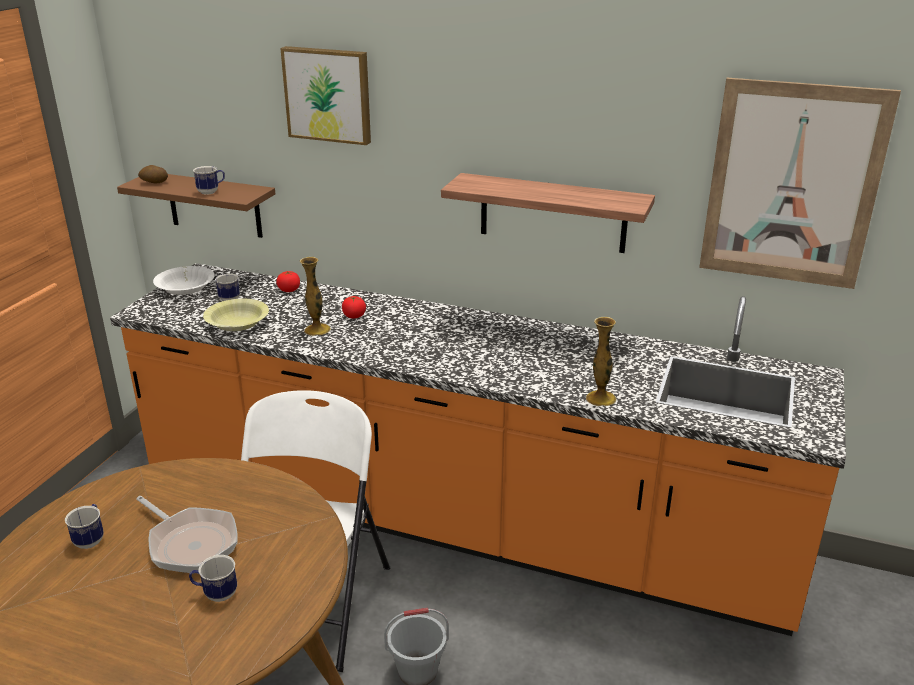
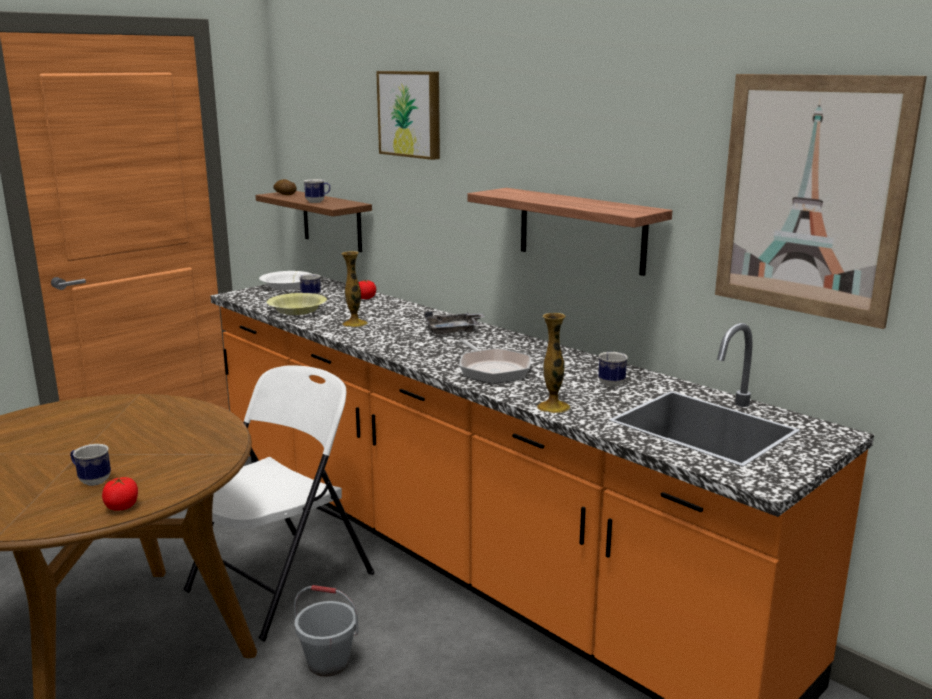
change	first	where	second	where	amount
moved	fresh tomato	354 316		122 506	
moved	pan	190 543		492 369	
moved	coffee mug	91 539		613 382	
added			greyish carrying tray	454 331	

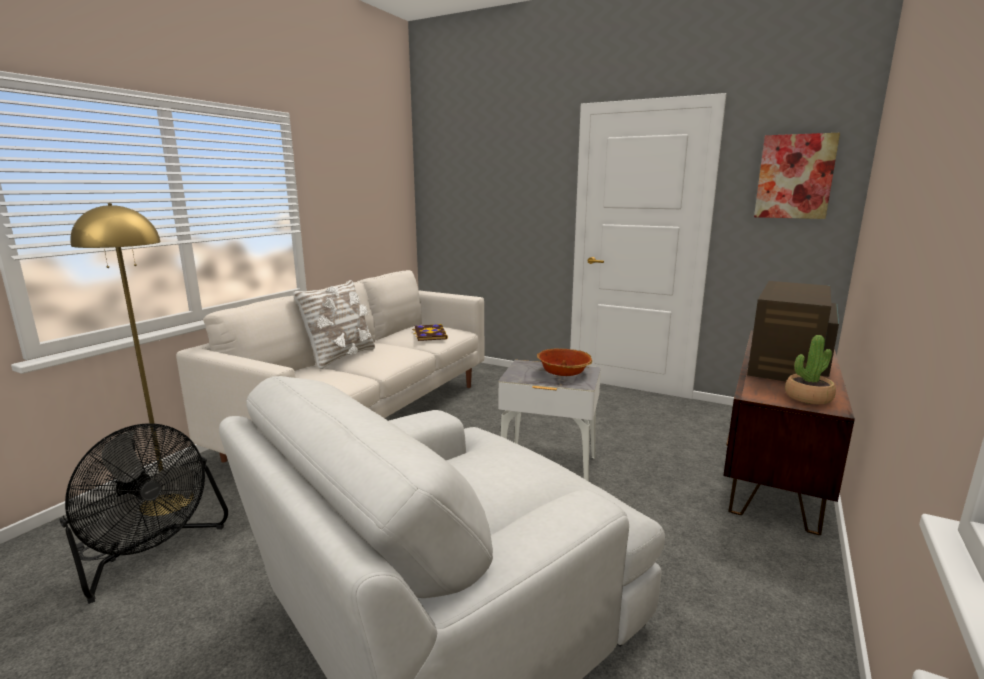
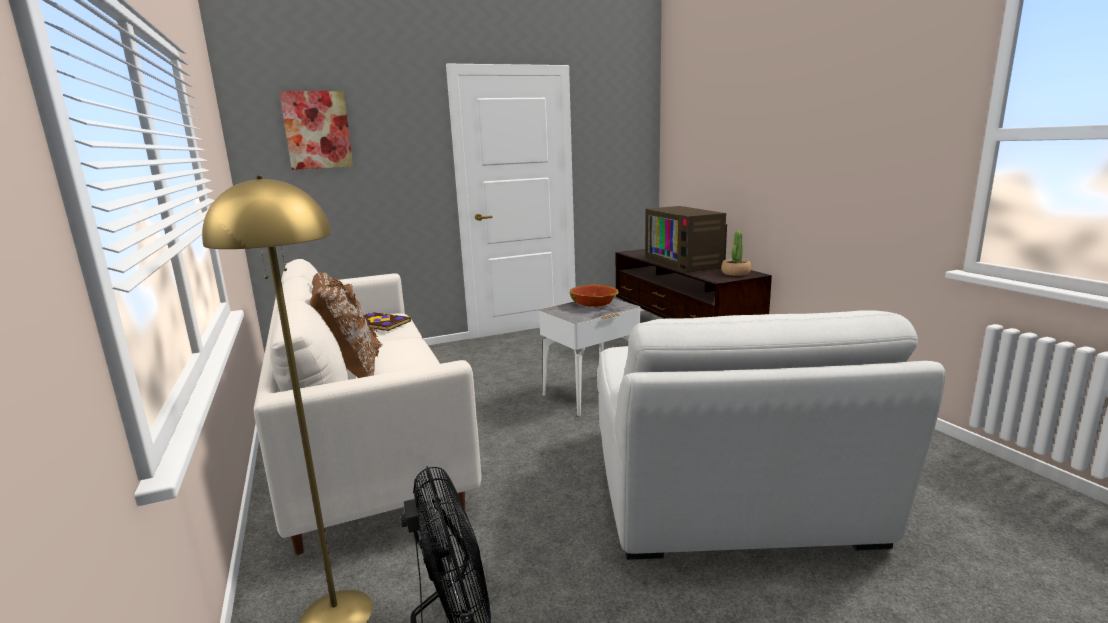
change	first	where	second	where	amount
moved	wall art	794 177		317 130	
recoloured	whitish pillow	341 357	brownish pillow	352 368	

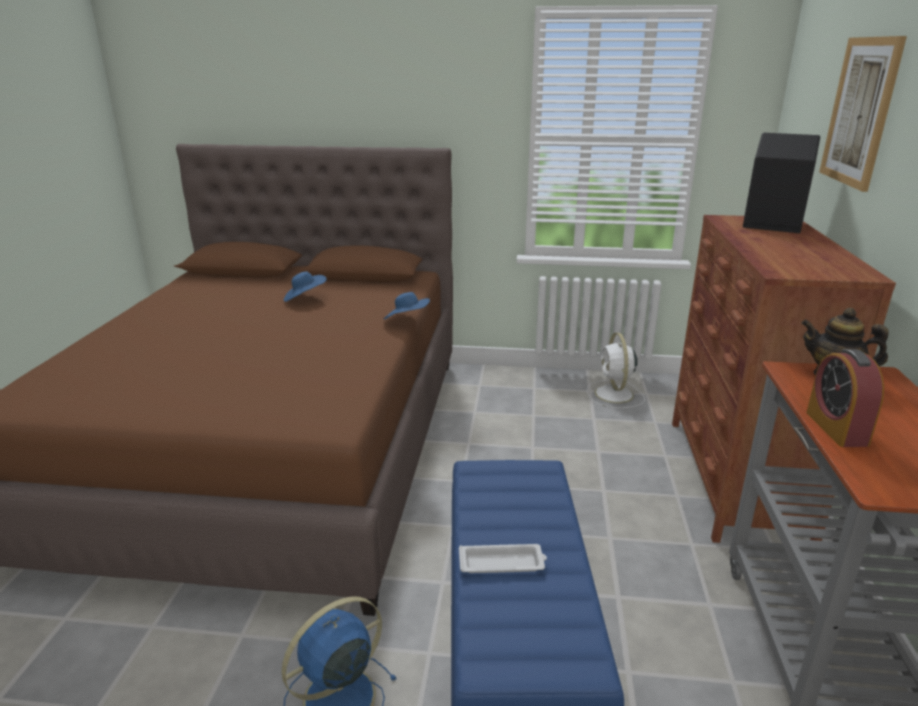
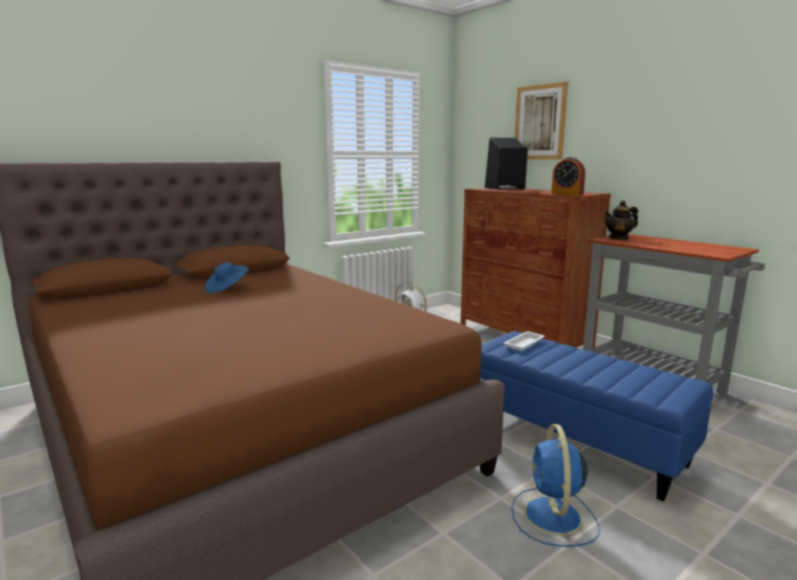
change	first	where	second	where	amount
removed	blue-coloured hat	407 321			
moved	alarm clock	836 428		567 194	
moved	whitish carrying tray	502 563		524 343	

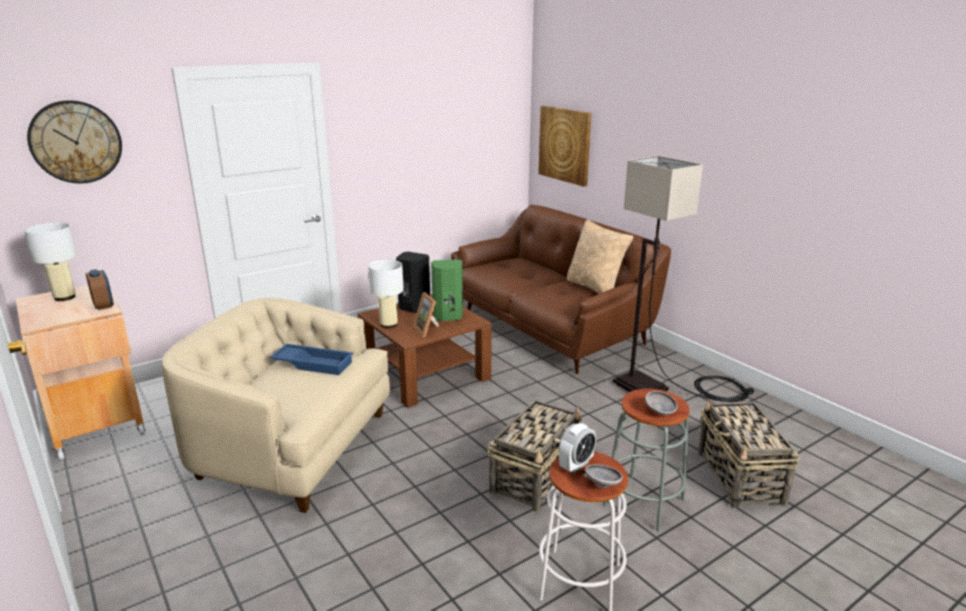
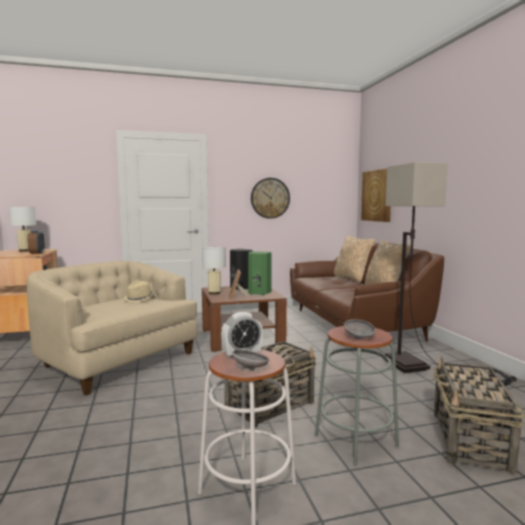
change	first	where	second	where	amount
moved	wall clock	76 142		270 198	
replaced	blue-coloured carrying tray	314 363	sand-coloured hat	139 299	
added			sand-coloured pillow	352 279	

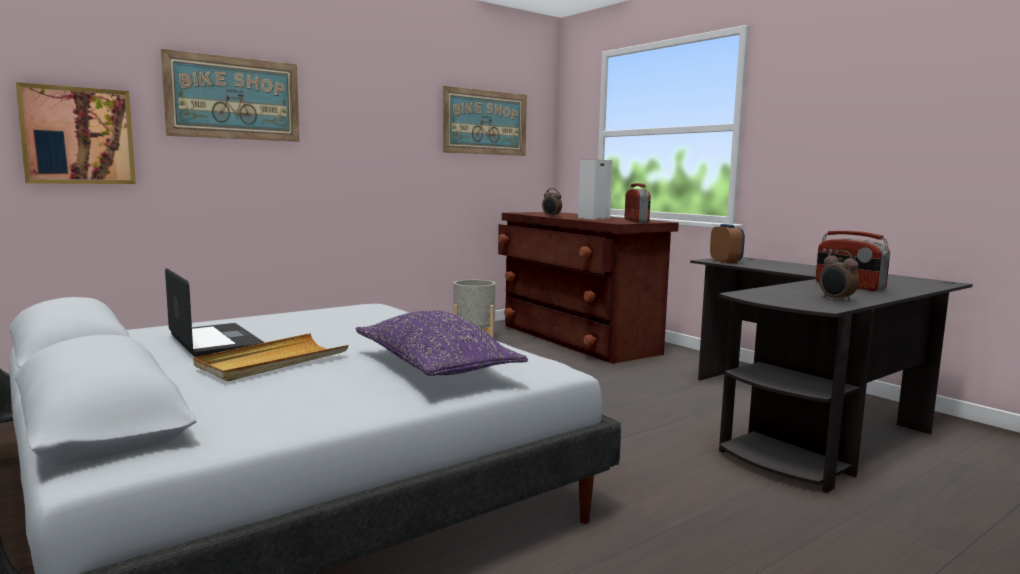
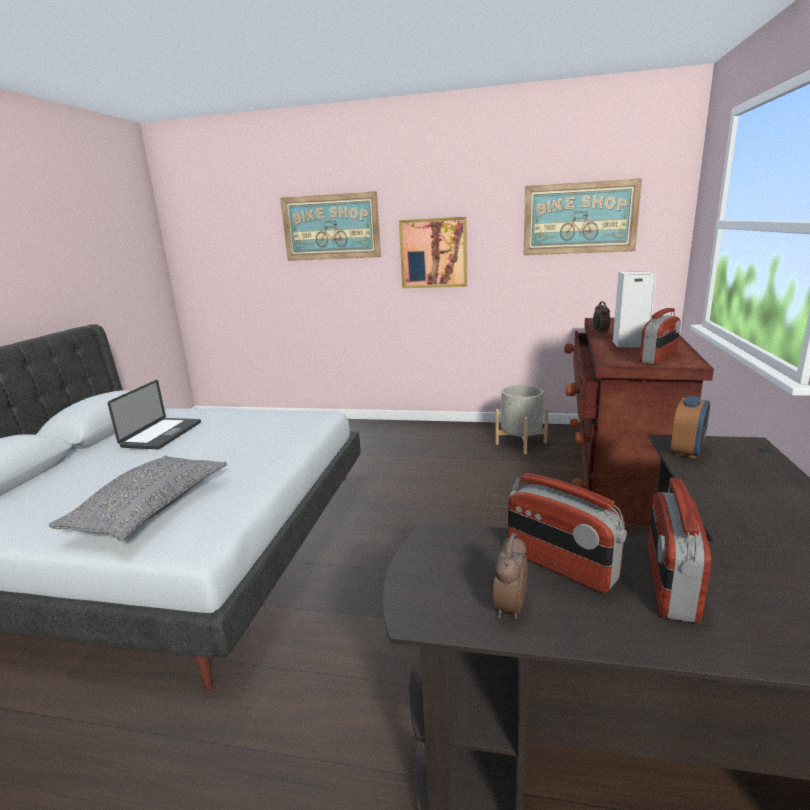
change	first	where	second	where	amount
moved	wall art	78 136		433 253	
recoloured	purplish pillow	435 367	greyish pillow	151 509	
removed	sand-coloured carrying tray	272 362			
added			radio receiver	560 565	

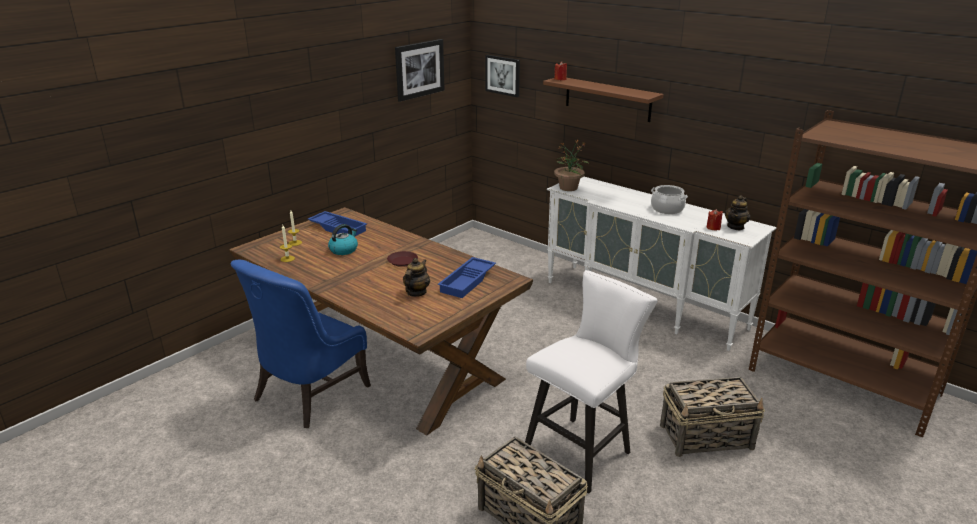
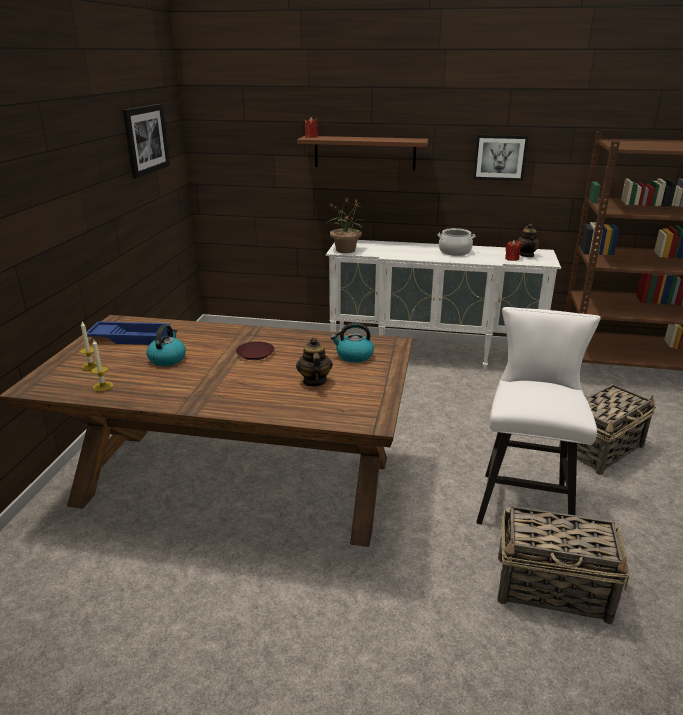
change	first	where	second	where	amount
moved	wall art	503 75		500 157	
replaced	blue-coloured carrying tray	468 281	tea kettle	354 356	
removed	blue-coloured plain chair	310 393			

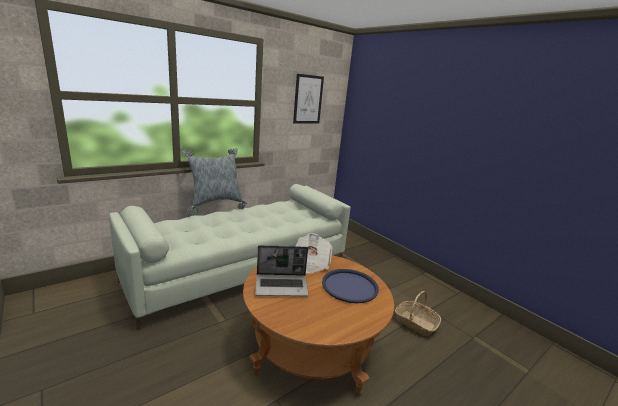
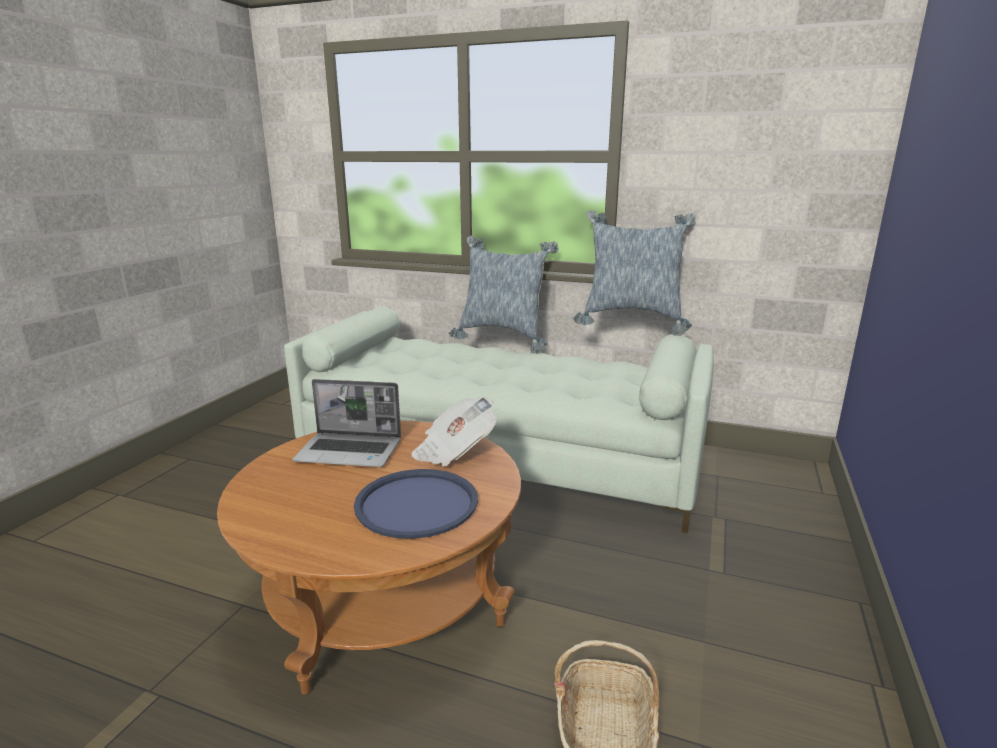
change	first	where	second	where	amount
removed	wall art	308 99			
turned	notebook computer	282 286		350 451	45 degrees counterclockwise
added			pillow	630 327	

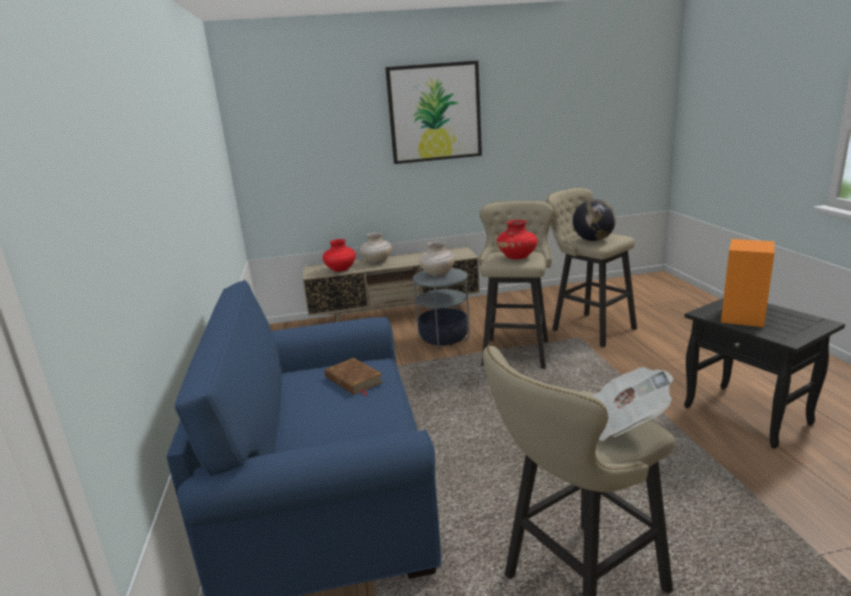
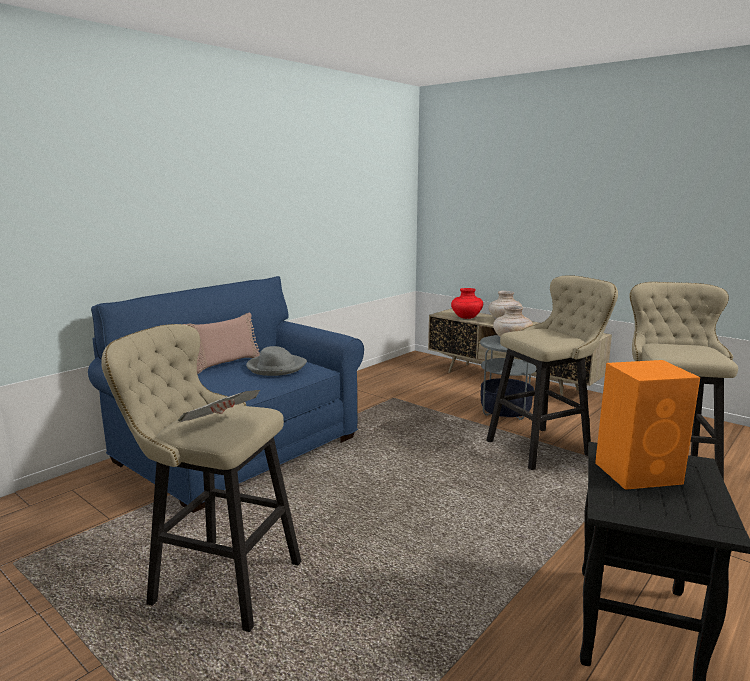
change	first	where	second	where	amount
removed	wall art	434 113			
removed	world globe	593 240			
removed	red flower vase	517 257			
replaced	brownish volume	353 380	greyish hat	276 367	
added			sand-coloured pillow	225 364	

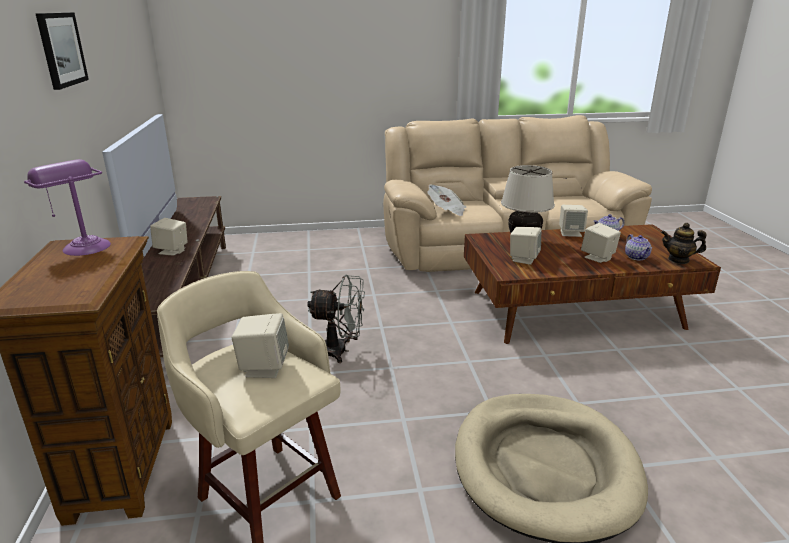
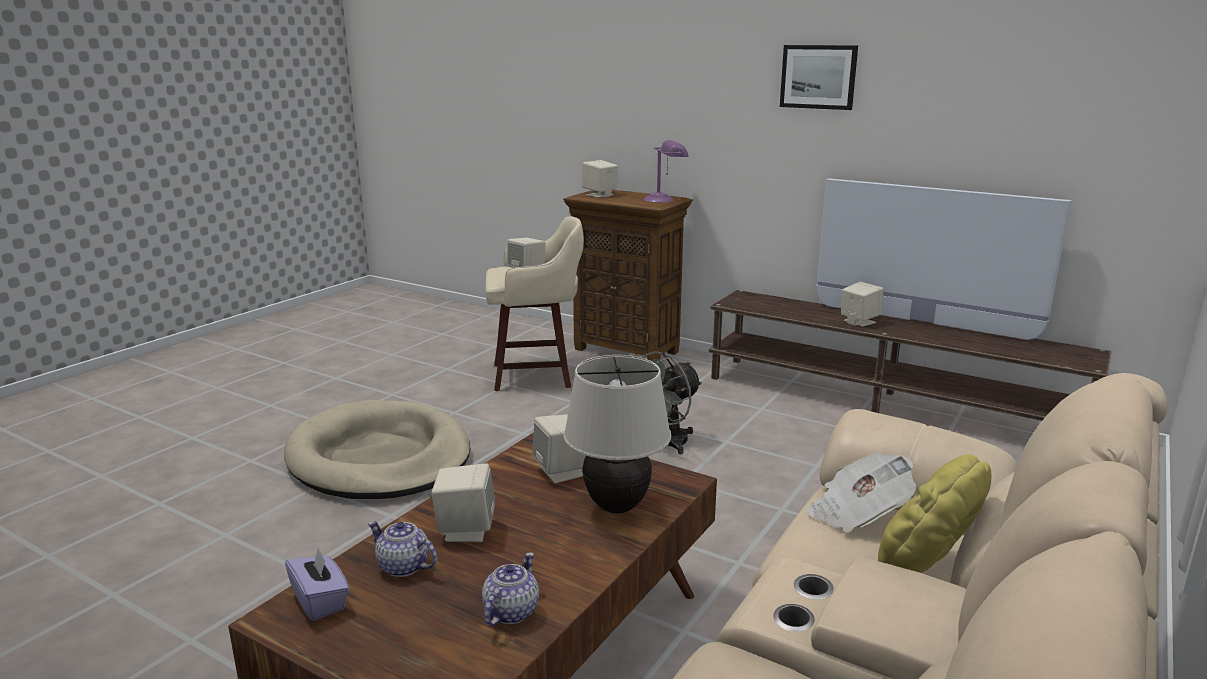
change	first	where	second	where	amount
moved	sand-coloured audio speaker	570 233		600 195	
replaced	teapot	678 260	purplish tissue holder	320 601	
added			yellow-coloured pillow	926 574	

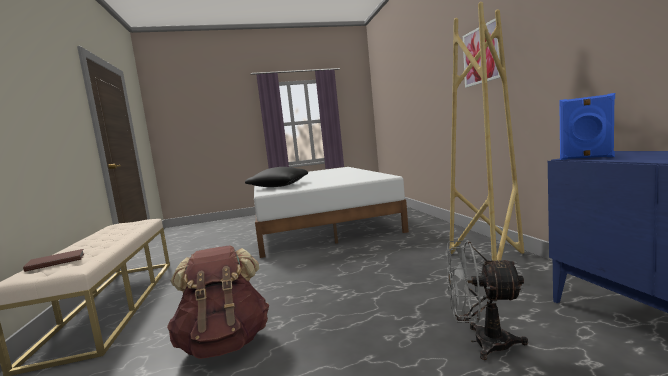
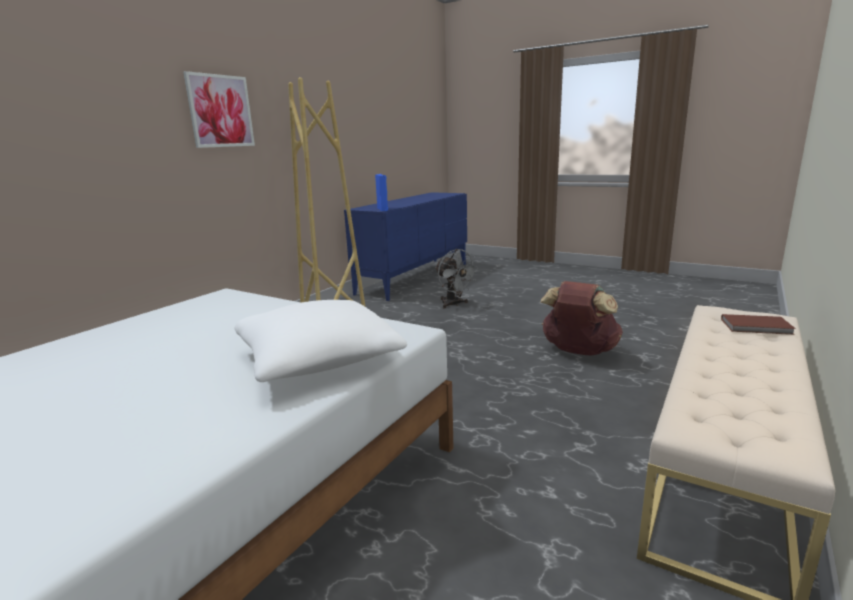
change	first	where	second	where	amount
recoloured	blackish pillow	279 186	whitish pillow	318 359	

